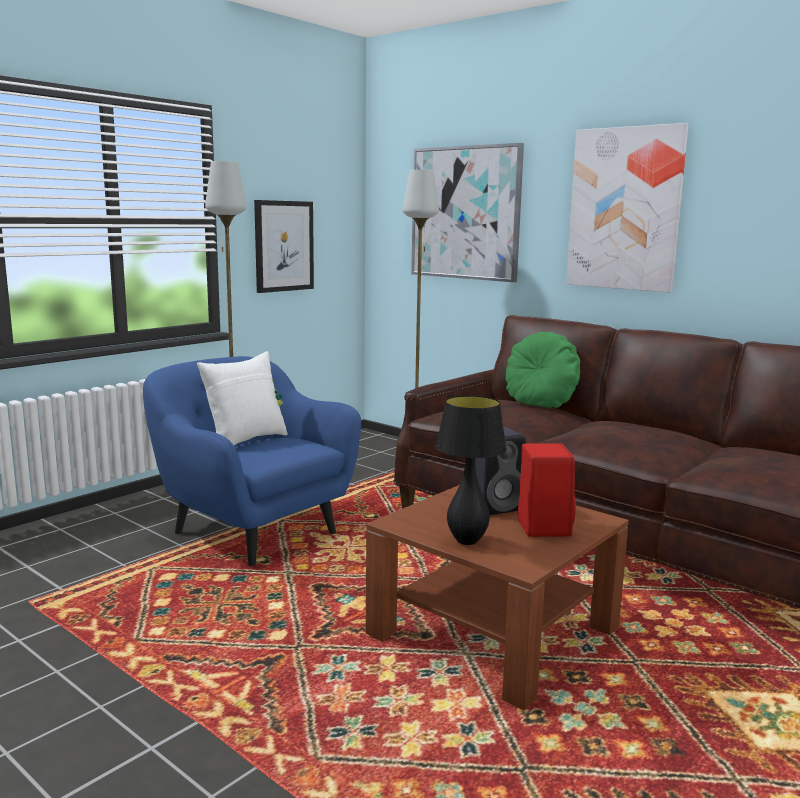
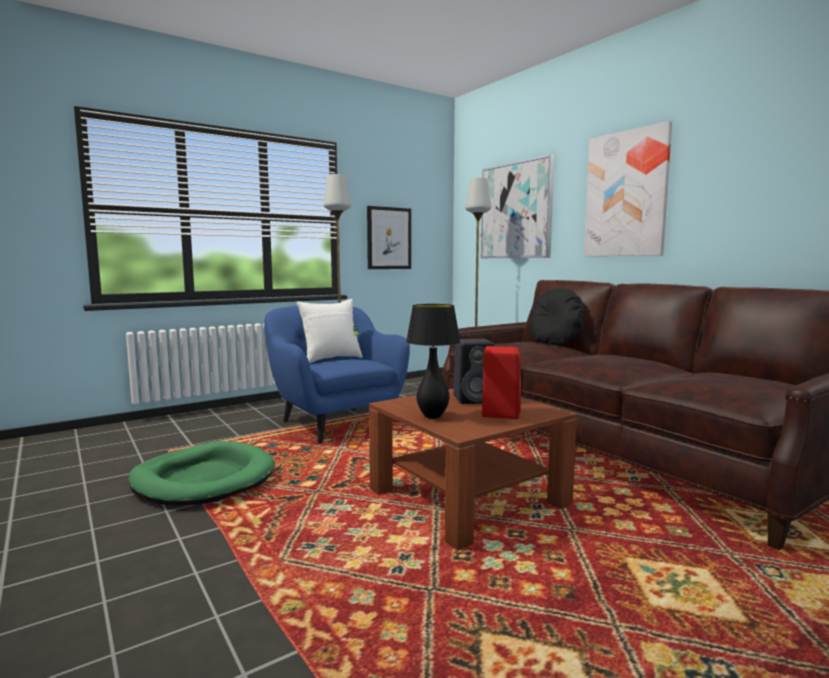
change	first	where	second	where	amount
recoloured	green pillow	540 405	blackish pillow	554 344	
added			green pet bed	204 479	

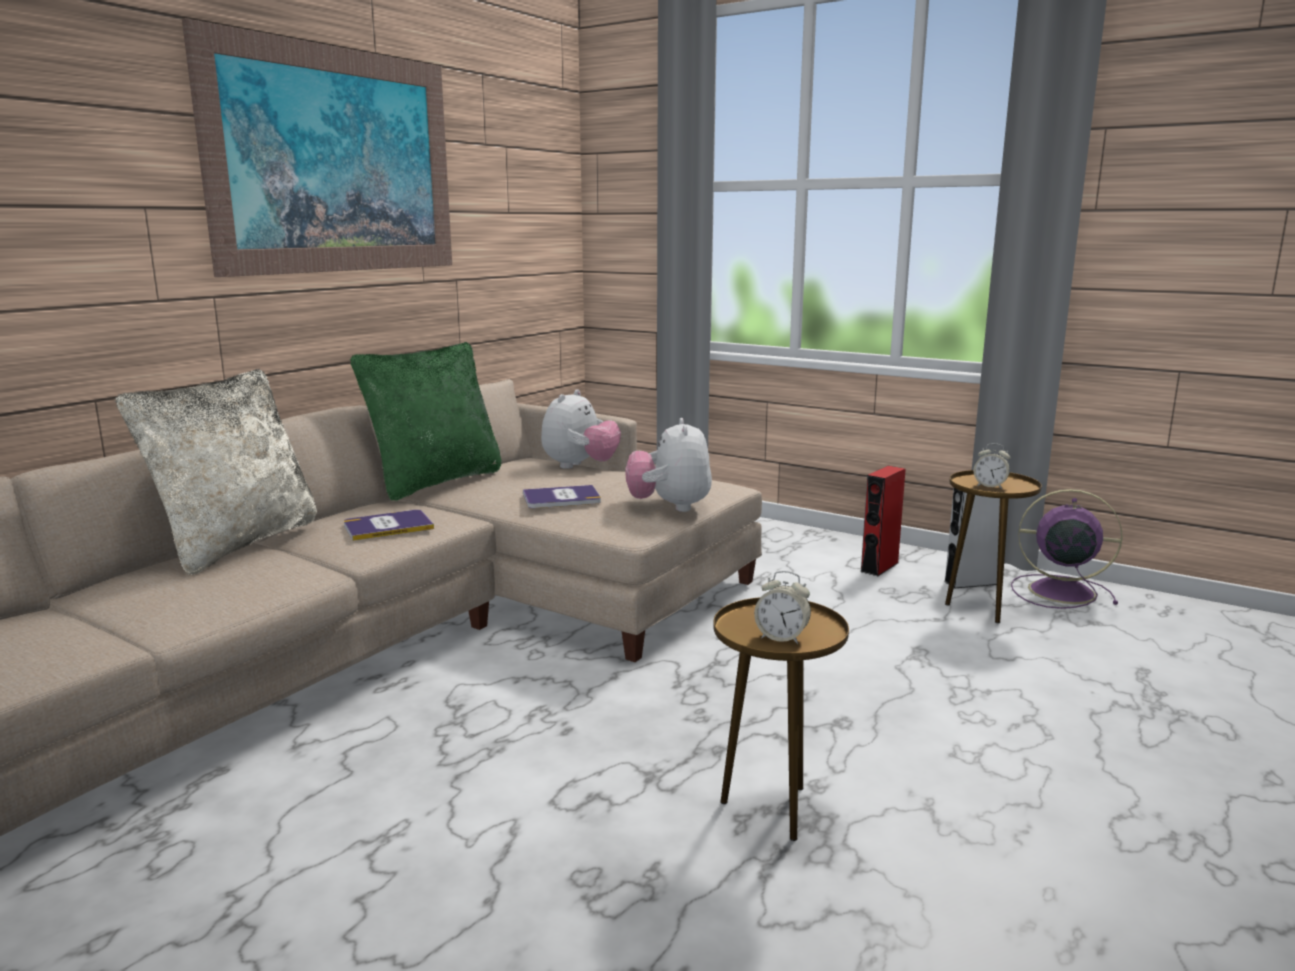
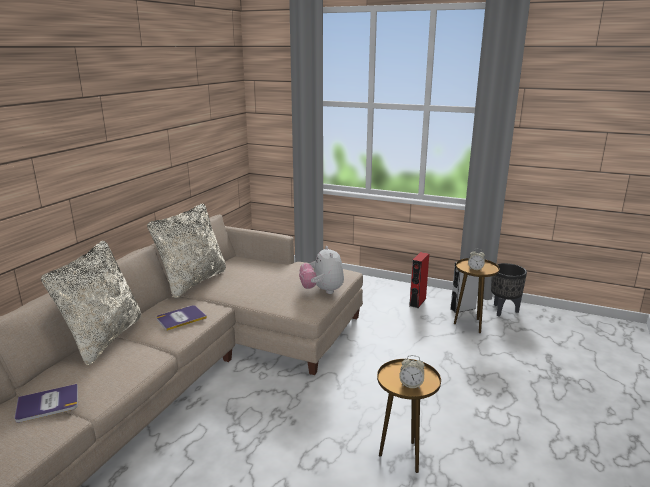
change	first	where	second	where	amount
removed	wall art	336 161			
recoloured	green pillow	438 483	sand-coloured pillow	194 282	
removed	cuddly toy	580 466			
moved	volume	561 498		47 404	
replaced	purplish electric fan	1058 591	blackish planter	503 311	

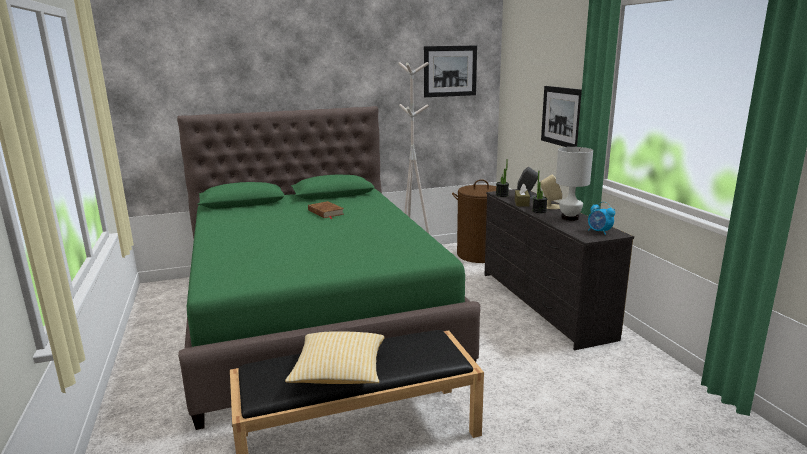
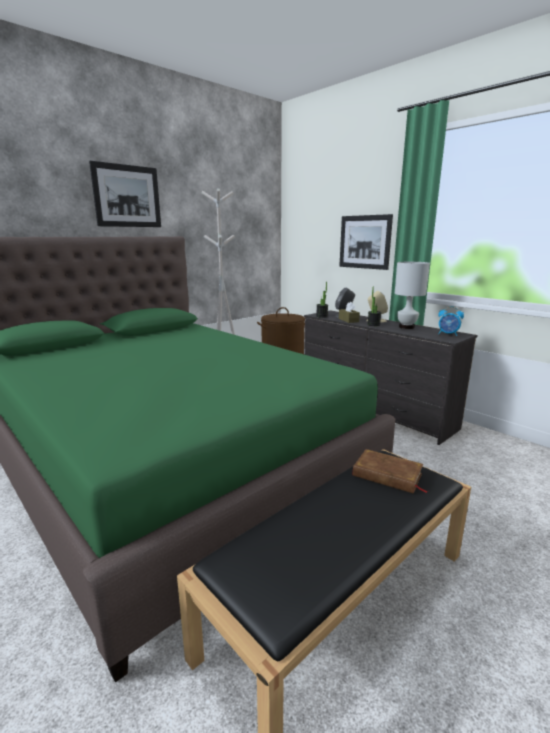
change	first	where	second	where	amount
moved	wall art	450 71		127 196	
moved	brownish volume	325 212		387 475	
removed	pillow	339 373			

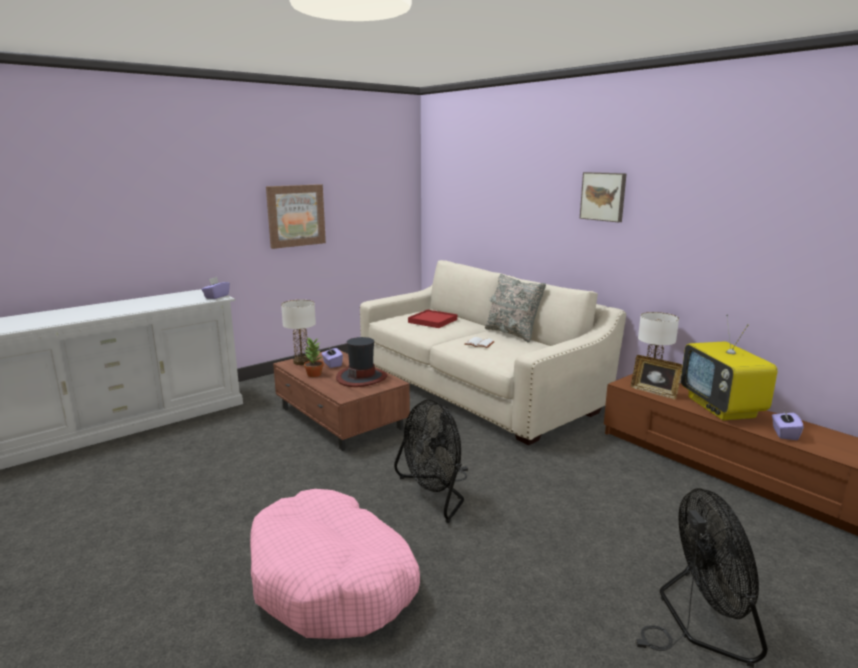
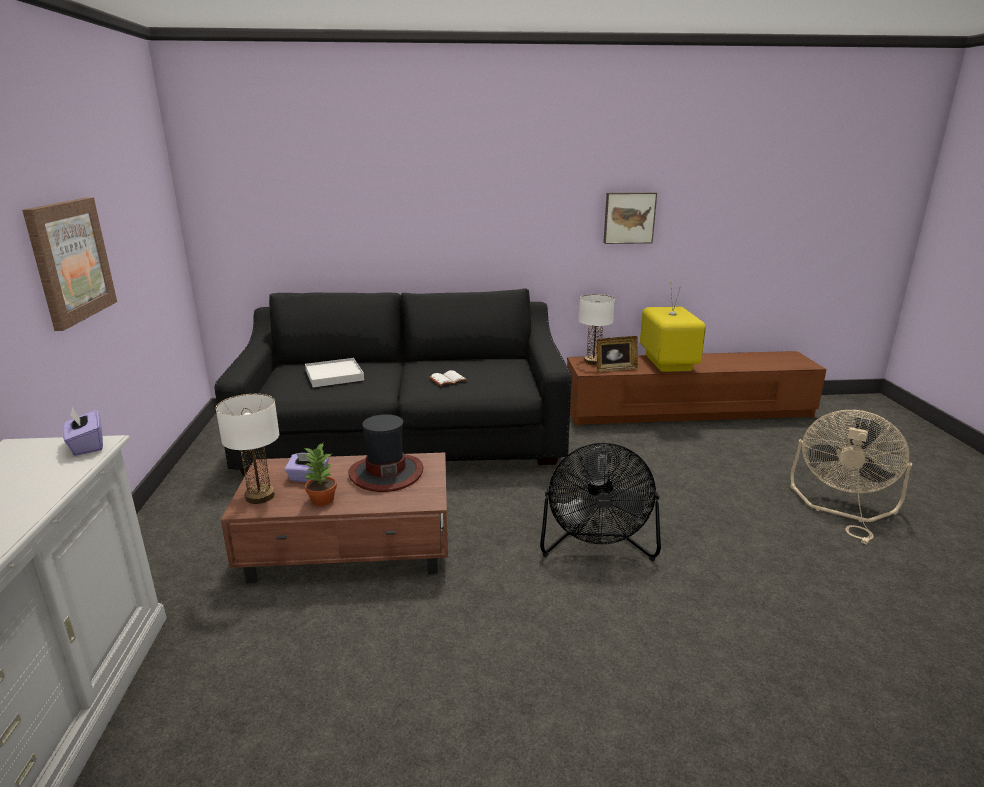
change	first	where	second	where	amount
moved	wall art	603 196		629 217	
recoloured	sand-coloured sofa	477 388	blackish sofa	406 439	
removed	greyish pillow	511 334			
recoloured	red carrying tray	433 321	whitish carrying tray	334 375	
turned	TV set	722 408		667 363	120 degrees counterclockwise
removed	purplish tissue holder	784 434			
recoloured	blackish electric fan	693 619	sand-coloured electric fan	843 510	
removed	pink pet bed	332 580			

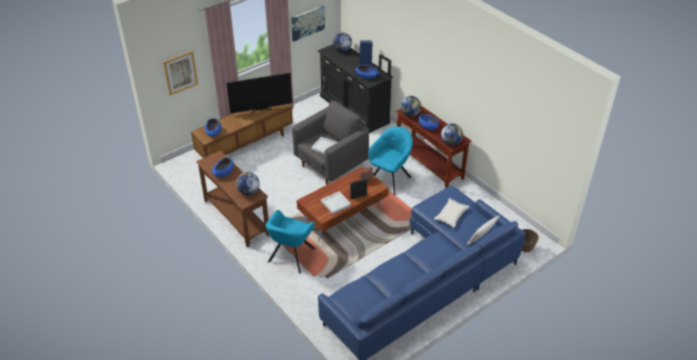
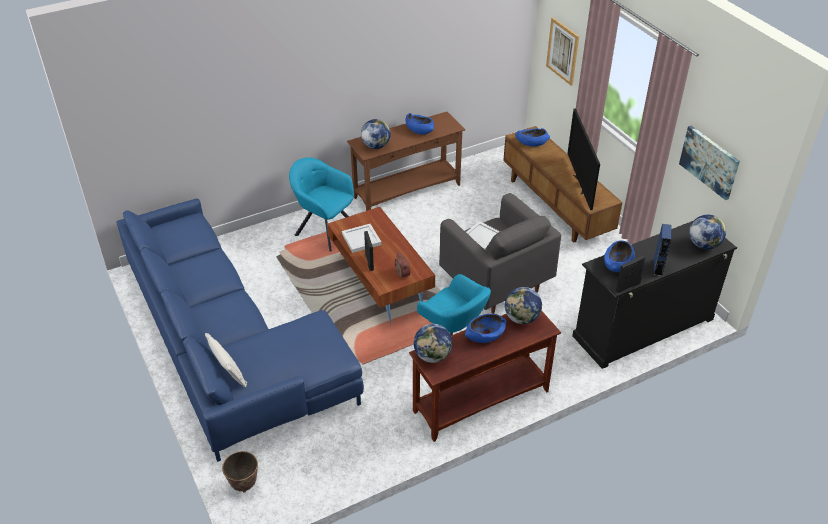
change	first	where	second	where	amount
removed	whitish pillow	451 214			

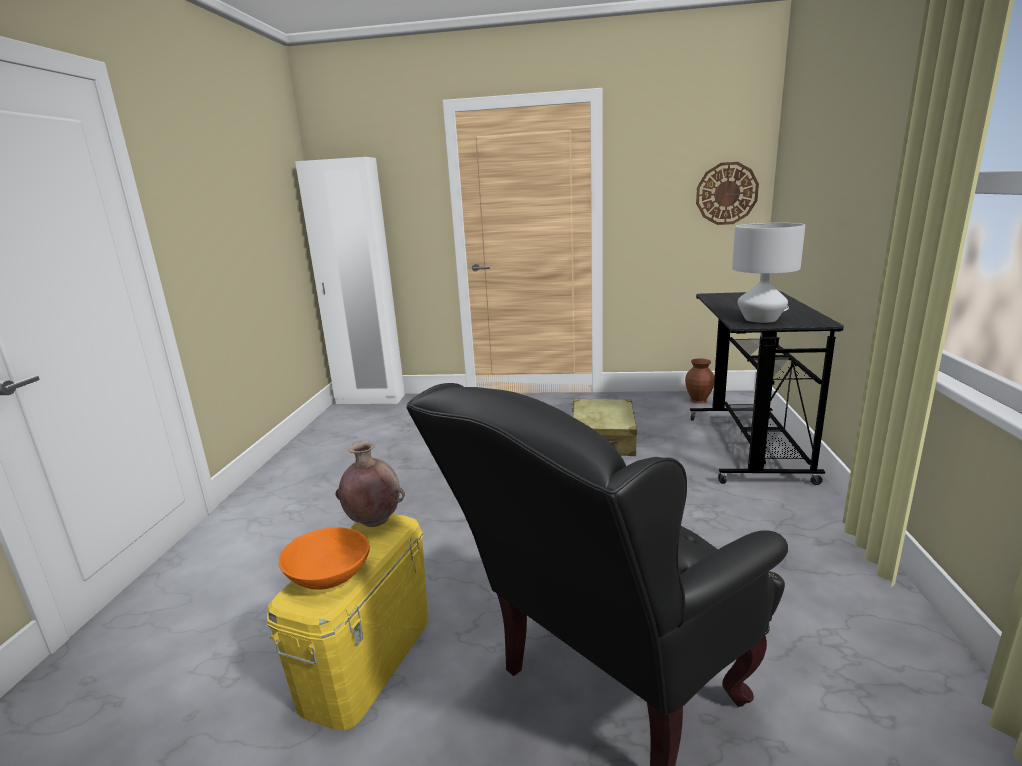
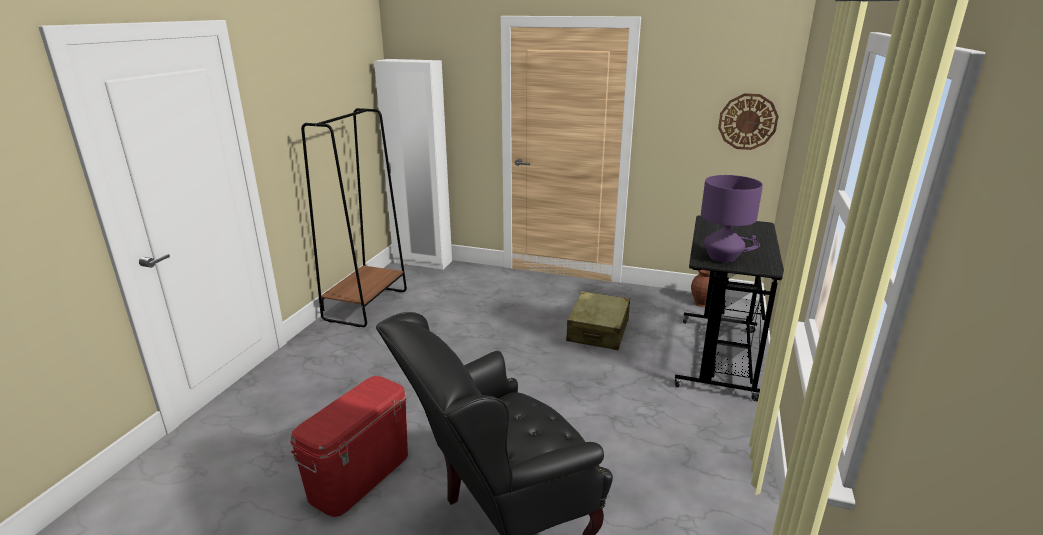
change	first	where	second	where	amount
recoloured	greyish table lamp	763 314	purplish table lamp	729 252	
removed	brownish flower vase	373 521			
recoloured	yellow-coloured storage container	367 659	red storage container	360 475	
removed	orange deep dish	328 577			
added			garment rack	366 305	

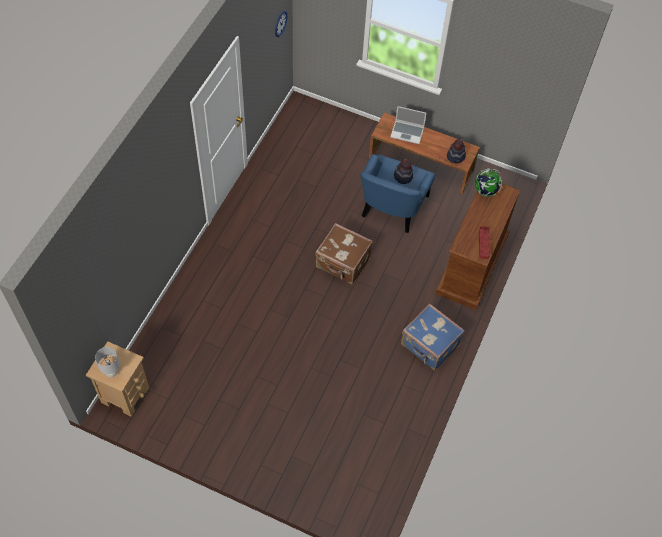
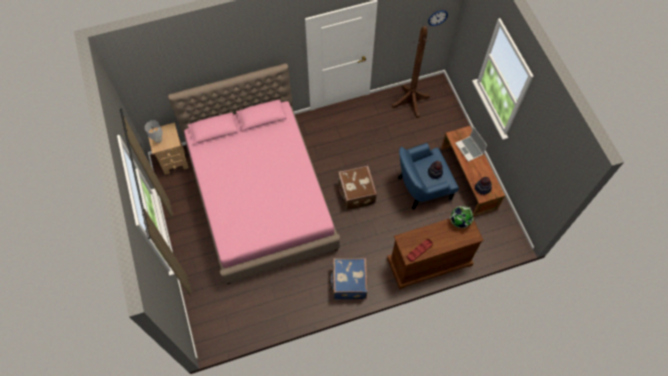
change	first	where	second	where	amount
added			brownish garment rack	410 102	
added			pink bedroom bed	261 195	

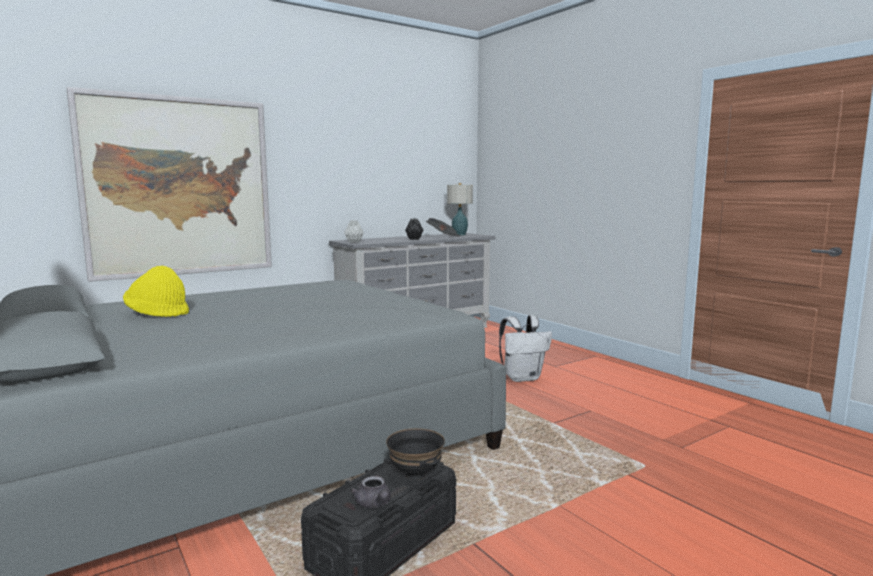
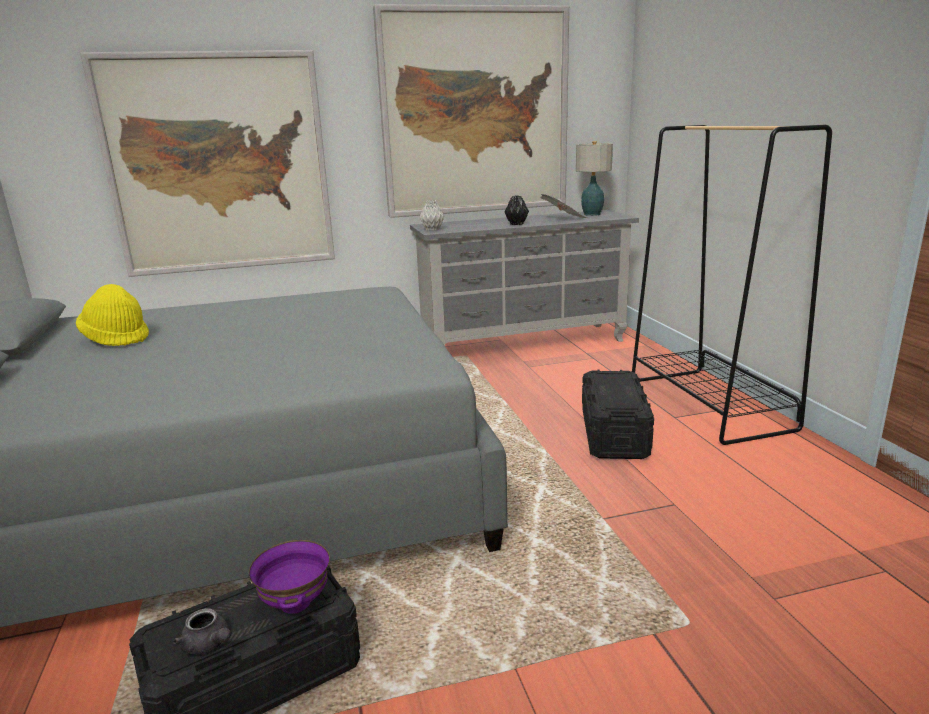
change	first	where	second	where	amount
replaced	whitish backpack	522 378	blackish storage container	614 433	
recoloured	blackish deep dish	416 474	purplish deep dish	296 603	
turned	greyish teapot	374 504		208 645	45 degrees counterclockwise
added			wall art	475 113	
added			blackish garment rack	709 404	

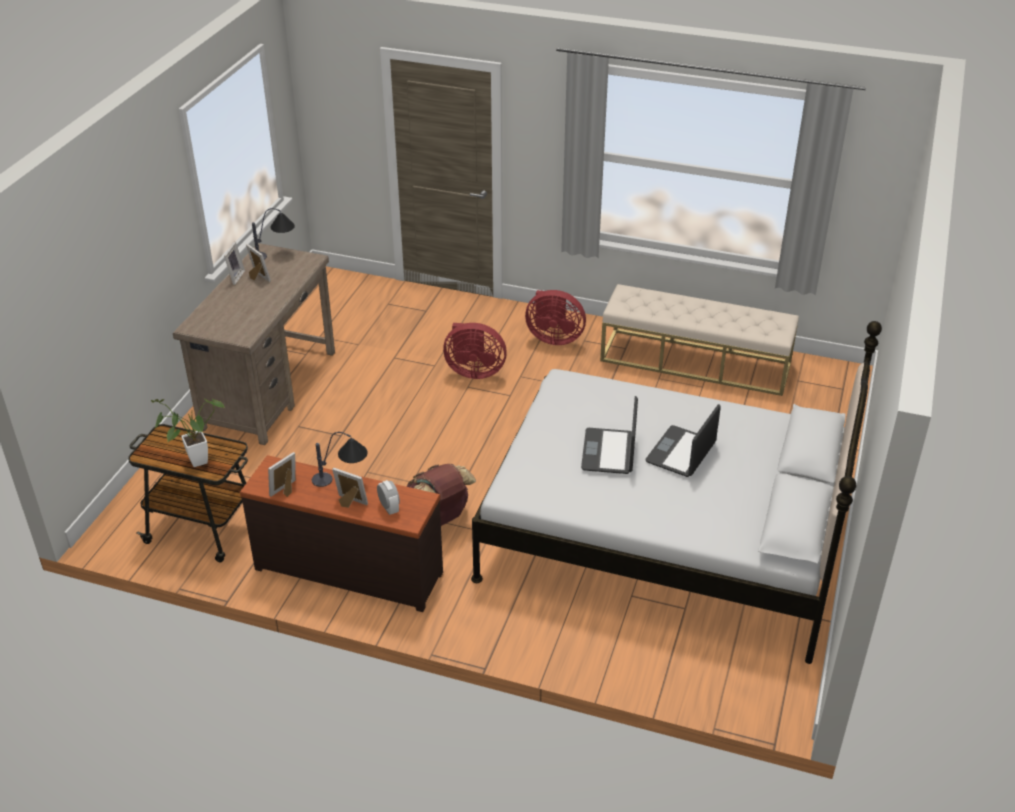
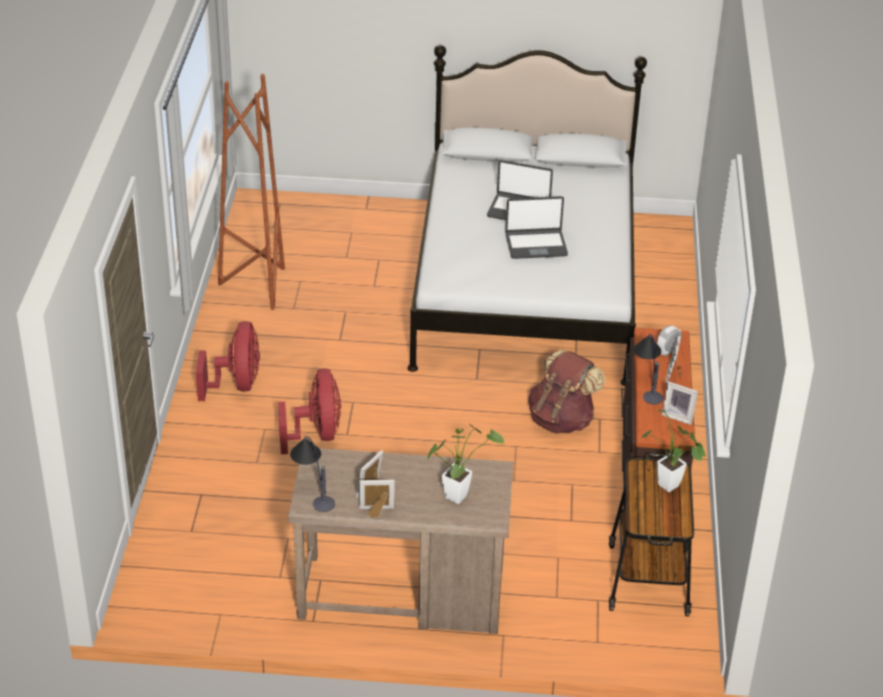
change	first	where	second	where	amount
replaced	sand-coloured bench	695 362	brownish garment rack	258 287	
added			plant in a pot	459 494	

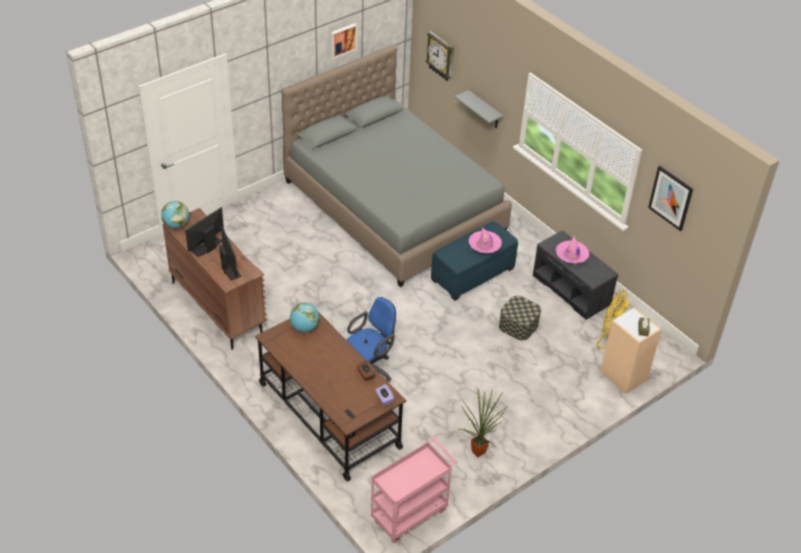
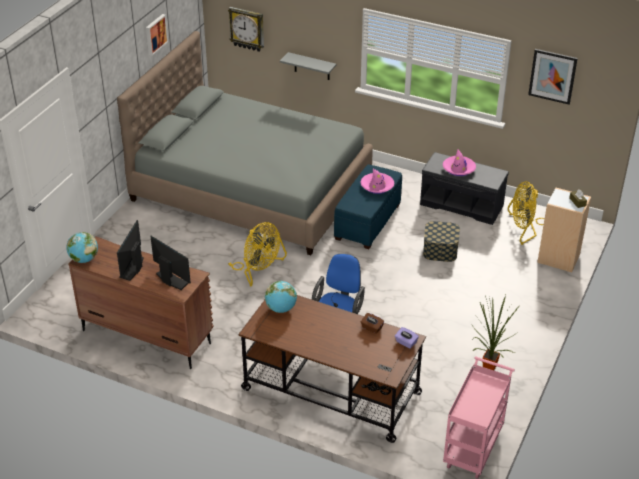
change	first	where	second	where	amount
added			yellow-coloured electric fan	257 269	

